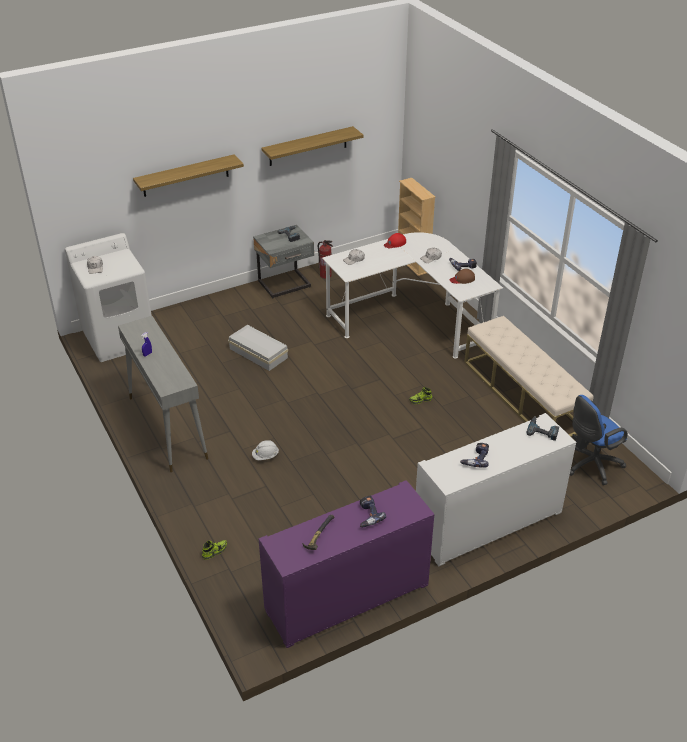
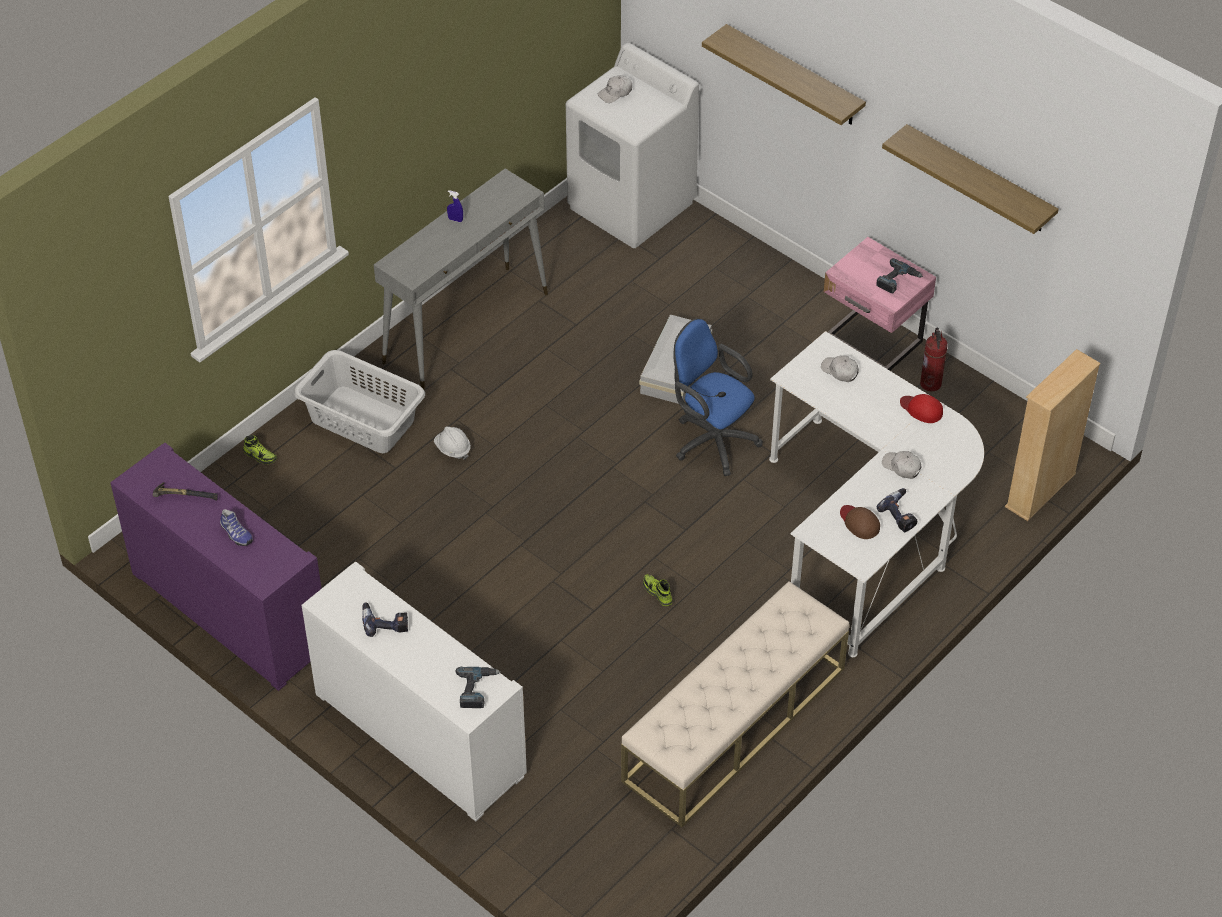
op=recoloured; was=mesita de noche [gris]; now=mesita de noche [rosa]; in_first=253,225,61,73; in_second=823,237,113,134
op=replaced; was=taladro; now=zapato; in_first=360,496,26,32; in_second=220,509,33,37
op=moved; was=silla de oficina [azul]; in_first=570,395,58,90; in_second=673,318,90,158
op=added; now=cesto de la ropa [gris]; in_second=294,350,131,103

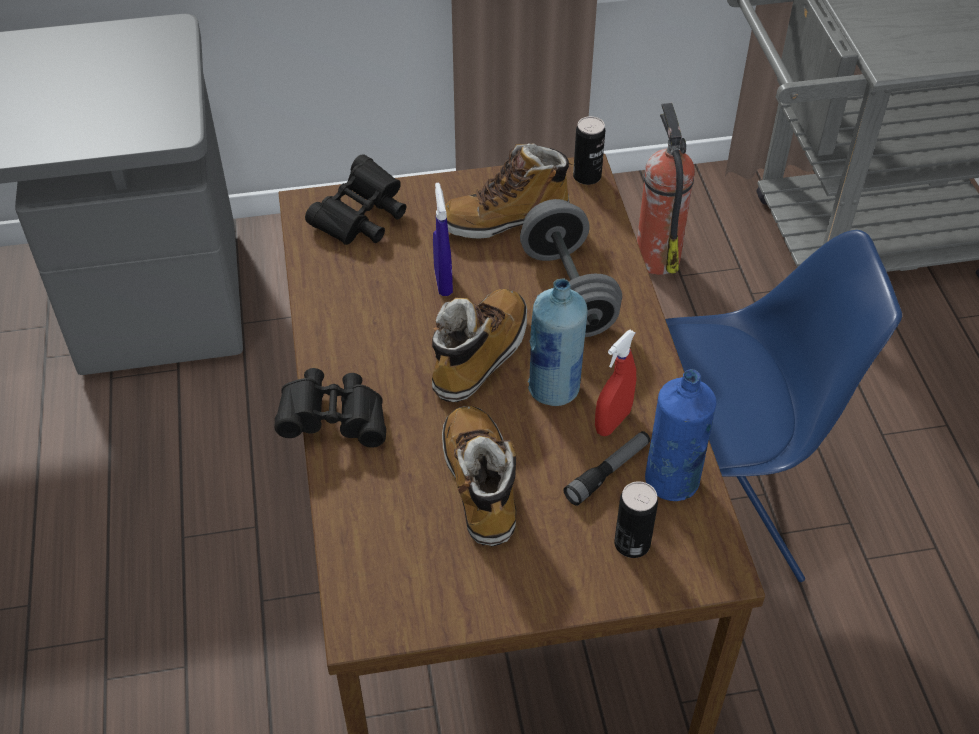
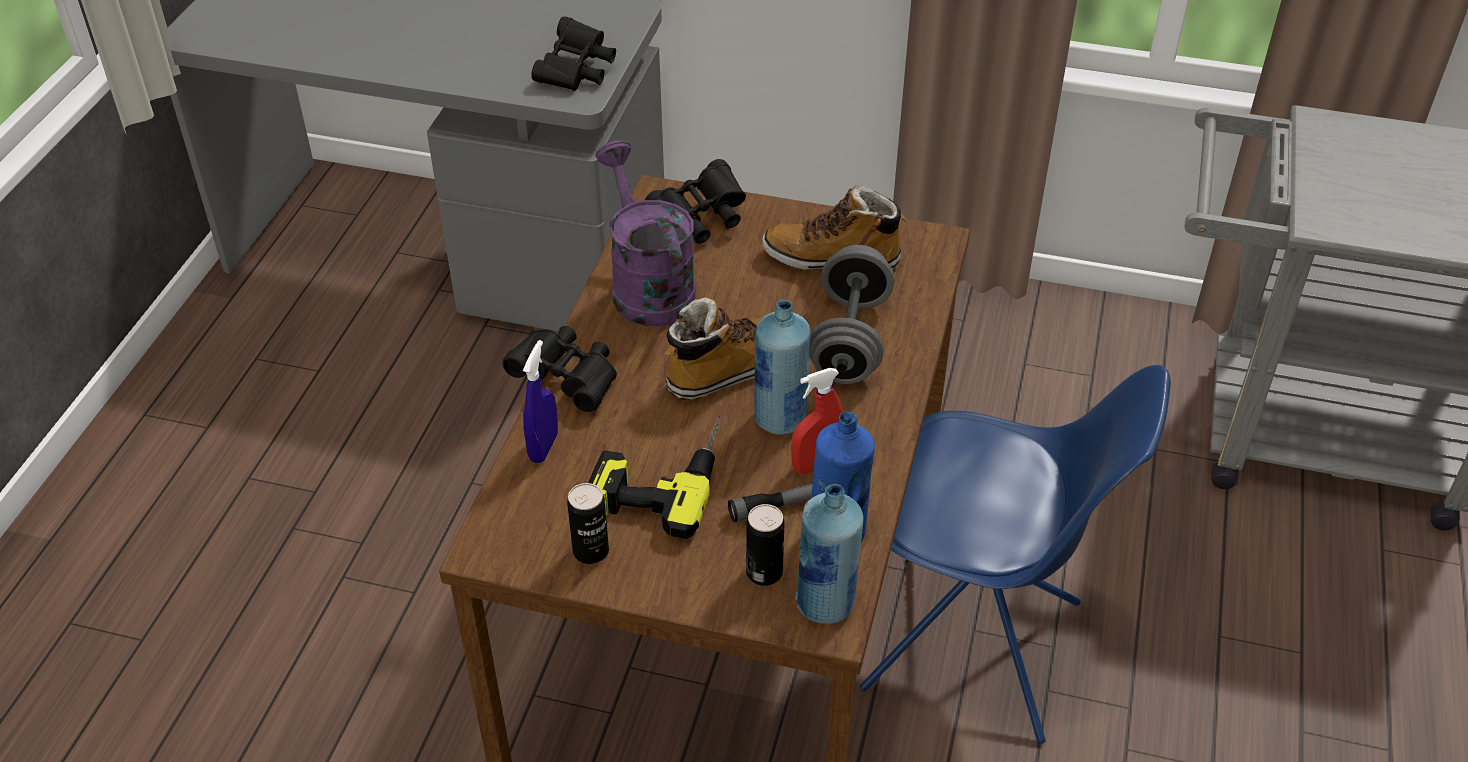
op=moved; was=pulverizador [azul]; in_first=433,183,20,113; in_second=523,340,35,123
op=replaced; was=bota; now=taladro; in_first=442,406,74,141; in_second=589,416,133,123
op=moved; was=lata; in_first=573,116,32,69; in_second=567,483,42,81
op=removed; was=extintor; in_first=637,103,58,172
op=added; now=prismáticos [negro]; in_second=531,16,85,75
op=added; now=regadera [morado]; in_second=596,141,100,185
op=added; now=botella [azul]; in_second=795,484,68,140

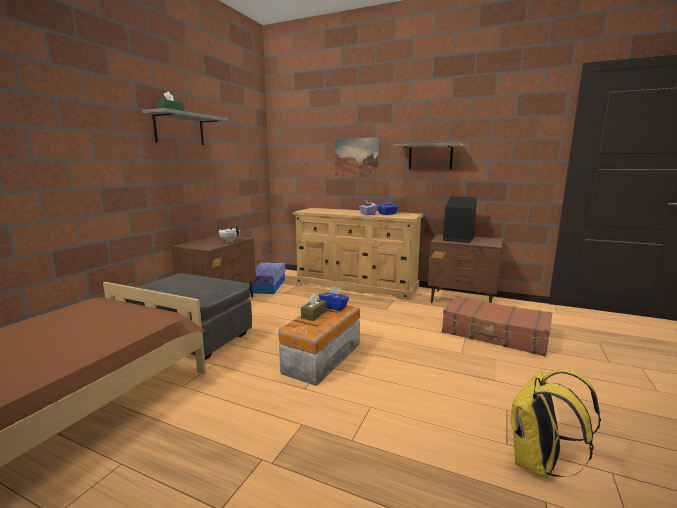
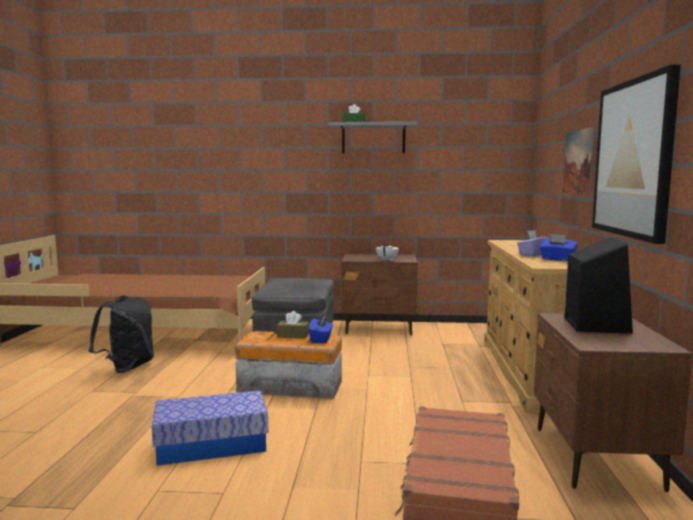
op=moved; was=caja de almacenaje; in_first=251,262,34,32; in_second=152,390,117,76
op=replaced; was=estante; now=cuadro; in_first=394,143,69,26; in_second=592,64,89,180
op=removed; was=mochila [amarillo]; in_first=511,370,90,108
op=added; now=mochila [negro]; in_second=89,295,65,78

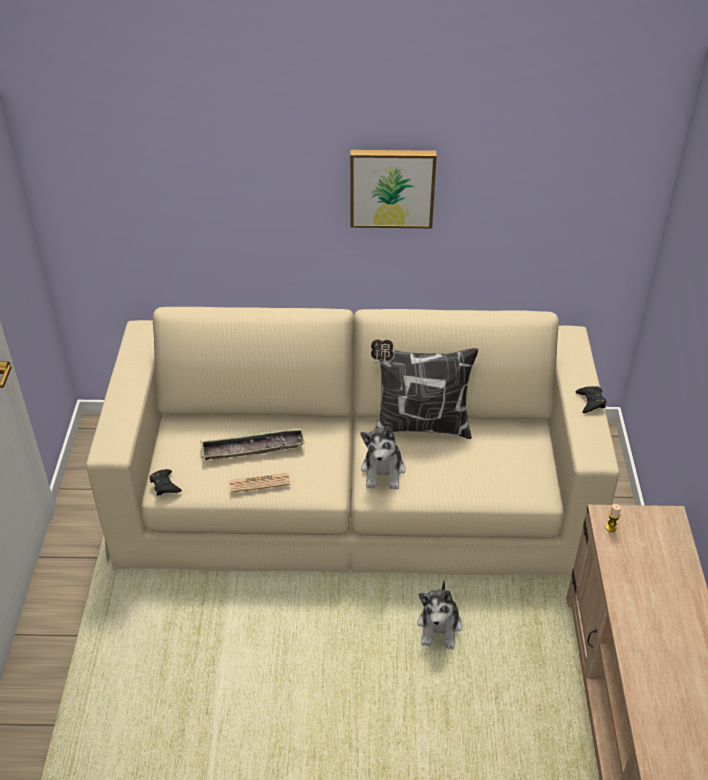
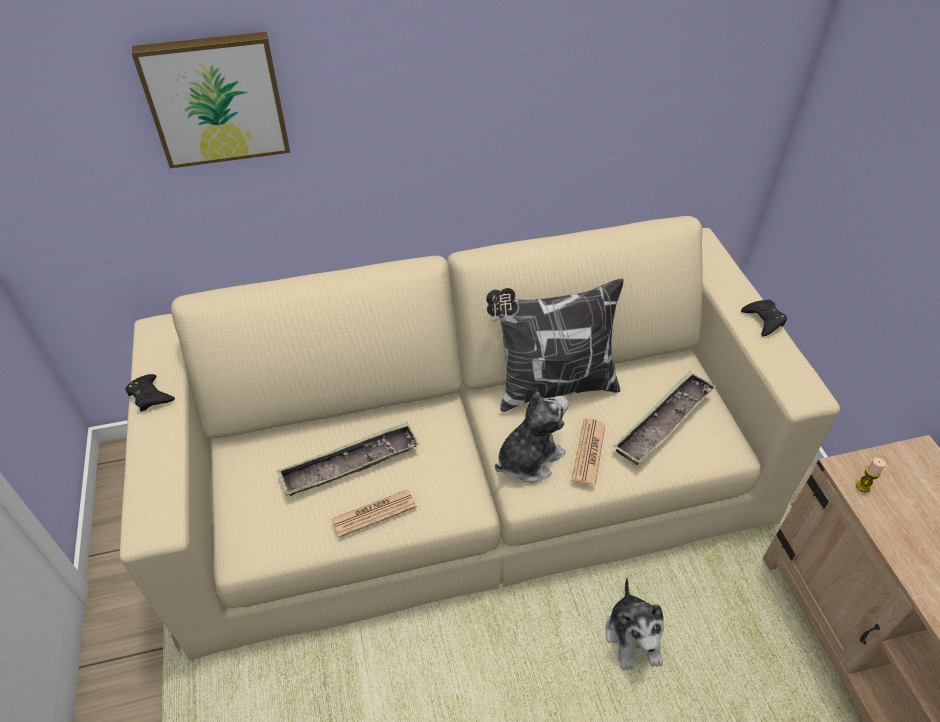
op=moved; was=mando de consola [negro]; in_first=150,469,32,27; in_second=125,374,50,38
op=moved; was=cuadro; in_first=350,150,87,78; in_second=131,32,159,137
op=turned; was=peluche; in_first=361,426,44,64; in_second=495,392,74,91; clockwise=-120
op=added; now=periódico; in_second=572,418,34,68
op=added; now=bandeja; in_second=613,371,103,94

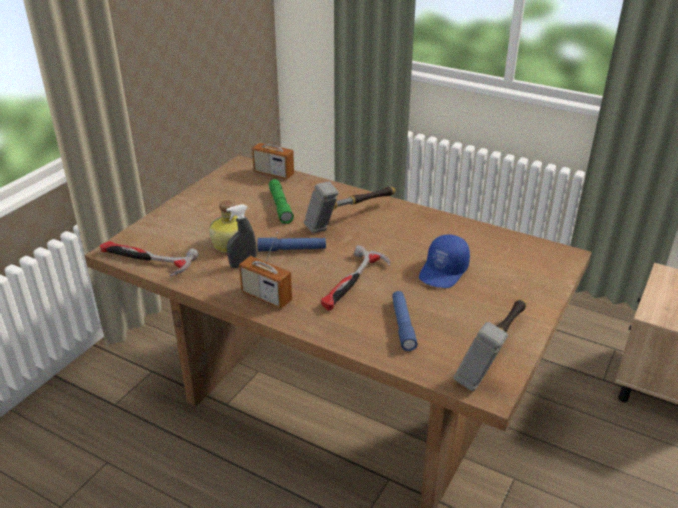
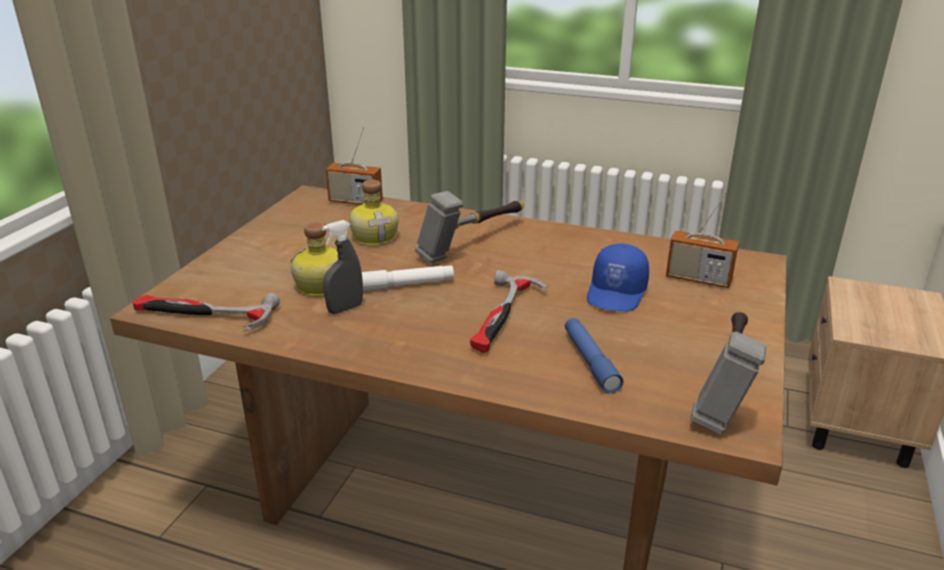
op=moved; was=radio; in_first=239,232,53,77; in_second=666,191,73,97
op=recoloured; was=linterna [azul]; now=linterna [blanco]; in_first=257,238,69,13; in_second=362,265,92,26
op=replaced; was=linterna [verde]; now=botella; in_first=269,179,25,45; in_second=349,180,49,66

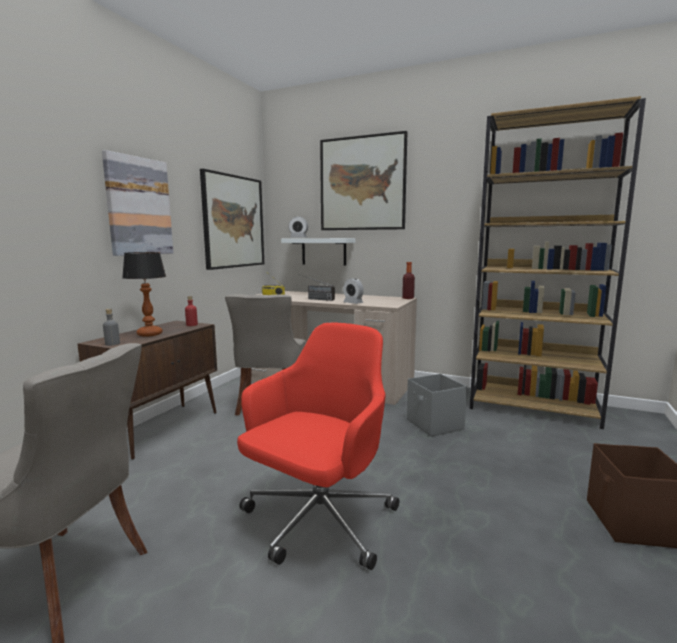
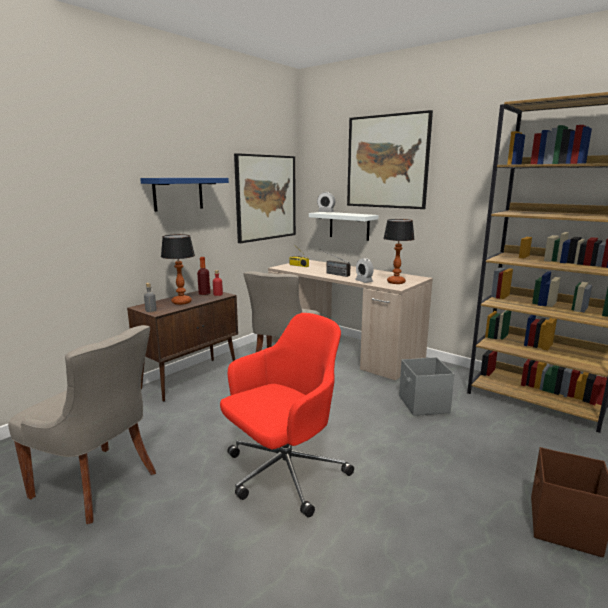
op=replaced; was=cuadro; now=estante [azul]; in_first=102,150,71,106; in_second=140,178,89,34
op=moved; was=botella; in_first=402,262,13,37; in_second=197,257,13,38
op=added; now=lámpara de mesa; in_second=383,219,32,65

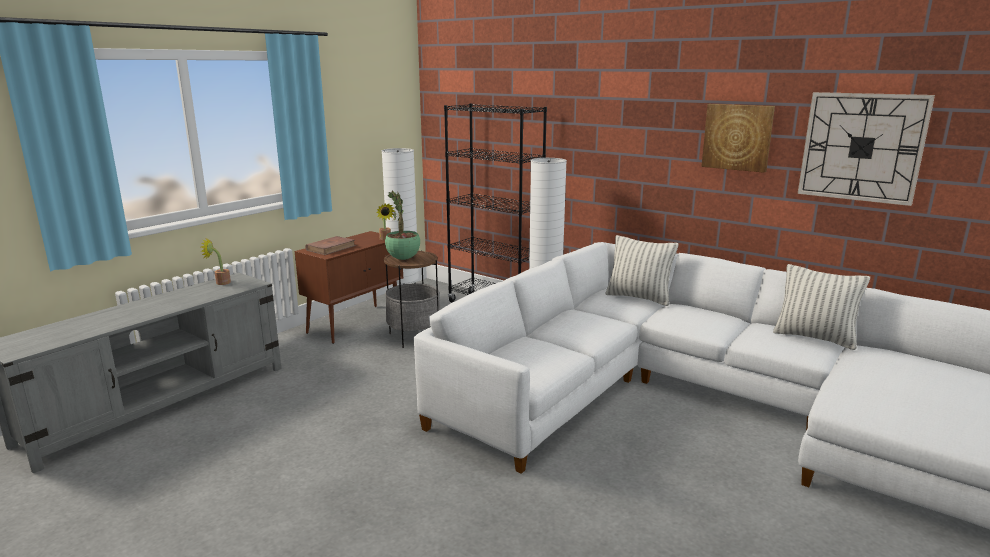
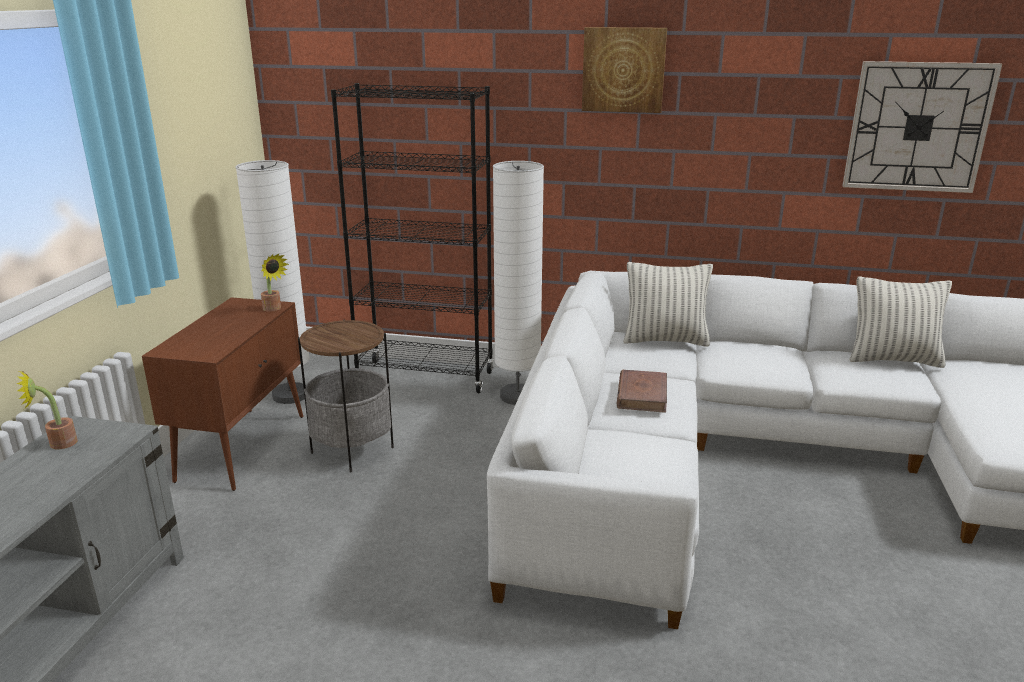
op=moved; was=libro [marrón]; in_first=305,236,51,19; in_second=617,370,50,43
op=removed; was=planta en maceta; in_first=385,191,35,69
op=moved; was=cuadro; in_first=701,104,74,69; in_second=582,27,85,86

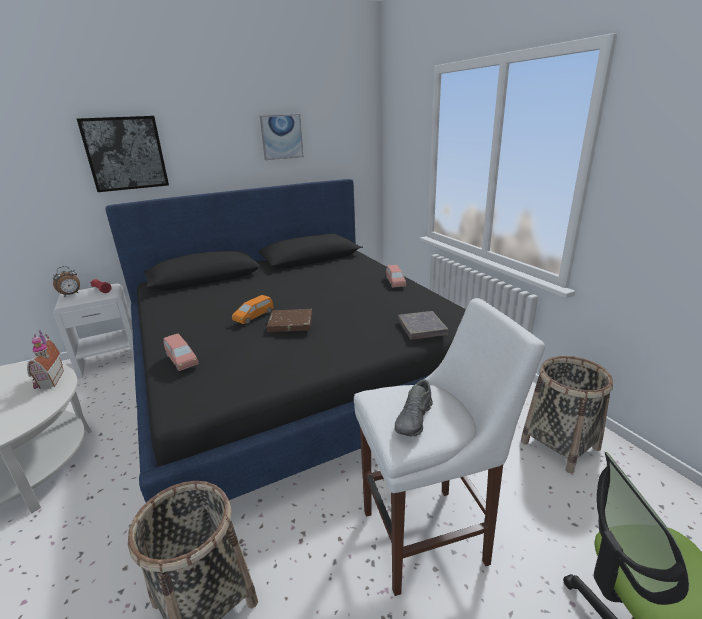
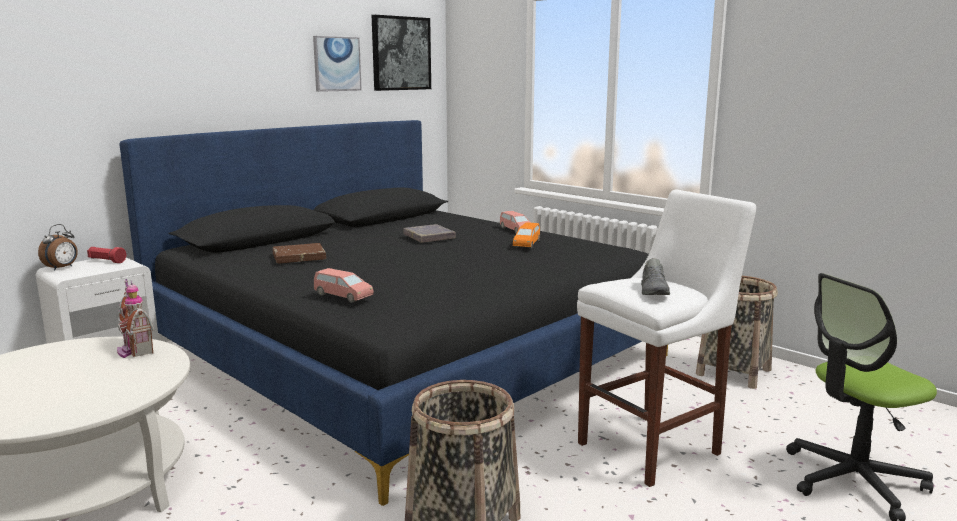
op=moved; was=cuadro; in_first=77,116,92,76; in_second=372,15,59,76
op=moved; was=coche de juguete [naranja]; in_first=232,295,42,29; in_second=513,223,27,25
op=moved; was=libro [marrón]; in_first=267,309,45,23; in_second=273,243,53,21
op=moved; was=libro [gris]; in_first=398,311,50,29; in_second=403,224,53,19

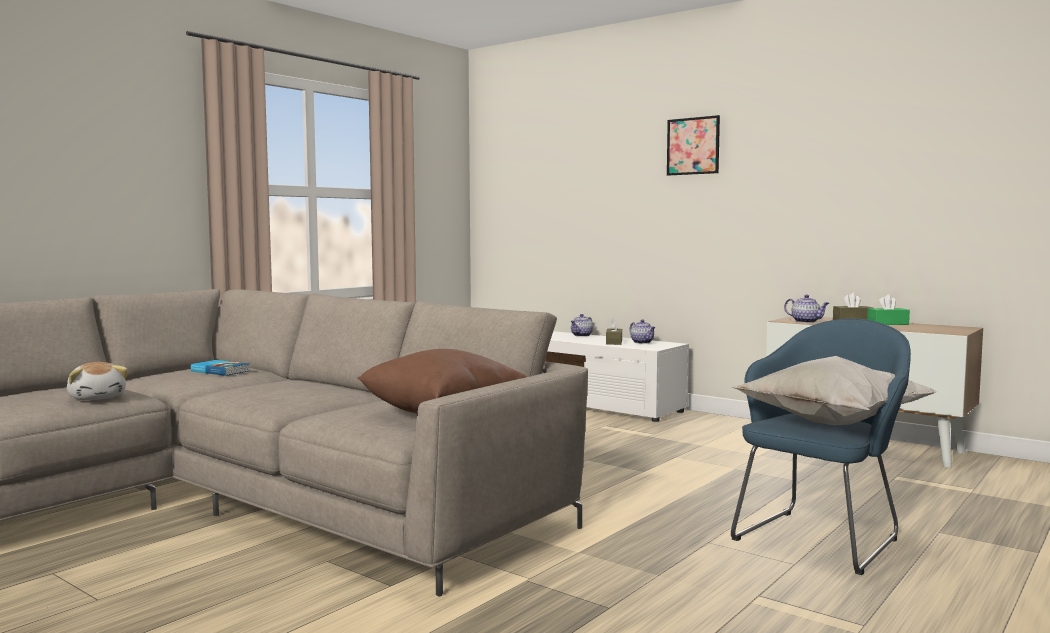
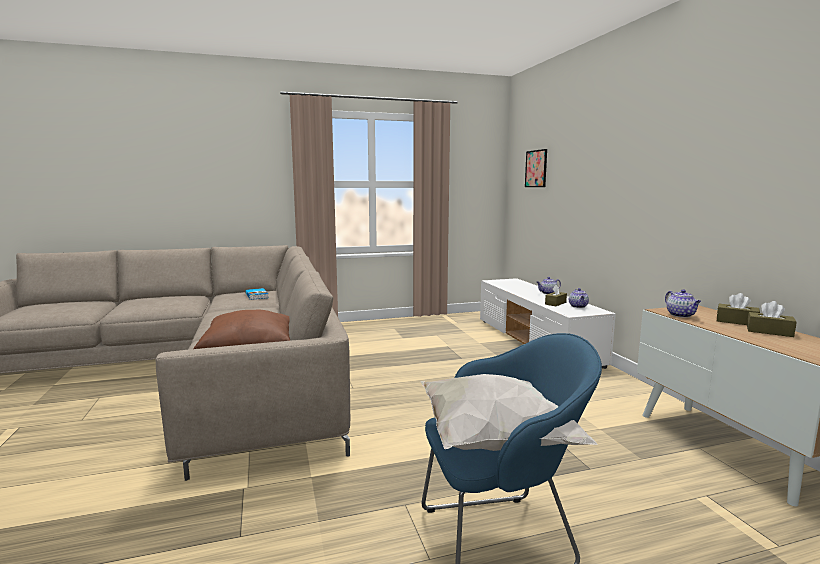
op=removed; was=peluche; in_first=67,362,61,38
op=moved; was=cuadro; in_first=667,115,53,60; in_second=525,149,22,38
op=recoloured; was=caja de pañuelos [verde]; now=caja de pañuelos [marrón]; in_first=867,294,43,31; in_second=747,301,50,36

